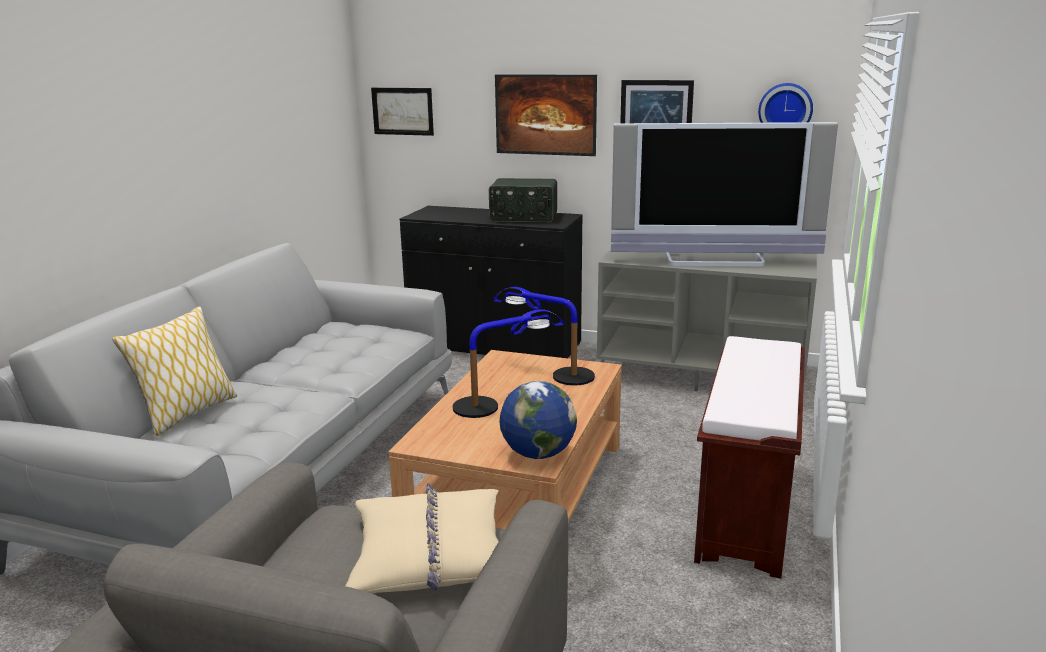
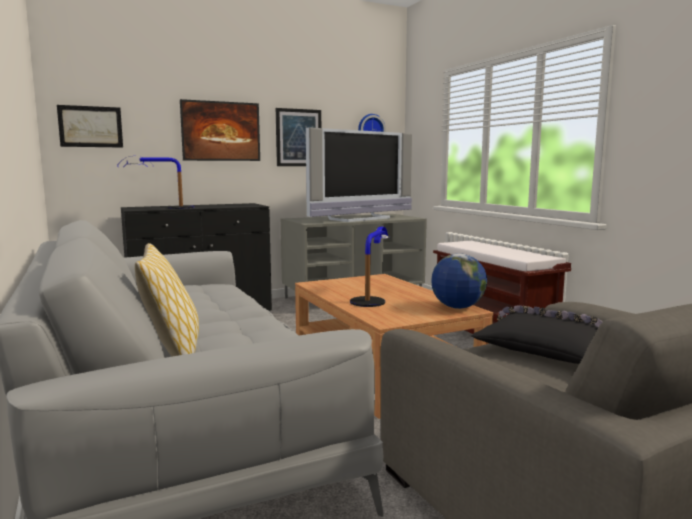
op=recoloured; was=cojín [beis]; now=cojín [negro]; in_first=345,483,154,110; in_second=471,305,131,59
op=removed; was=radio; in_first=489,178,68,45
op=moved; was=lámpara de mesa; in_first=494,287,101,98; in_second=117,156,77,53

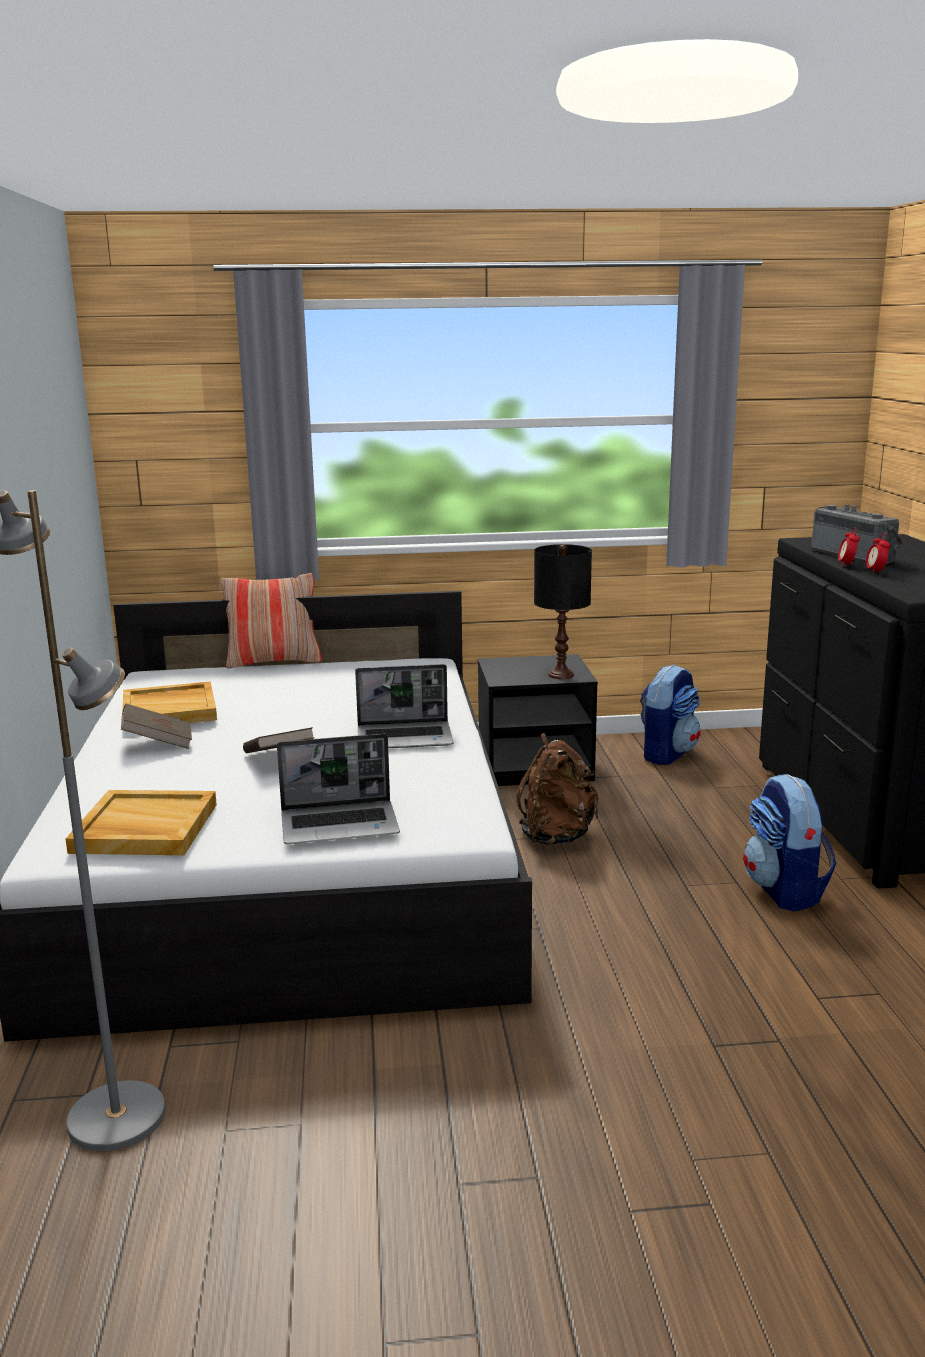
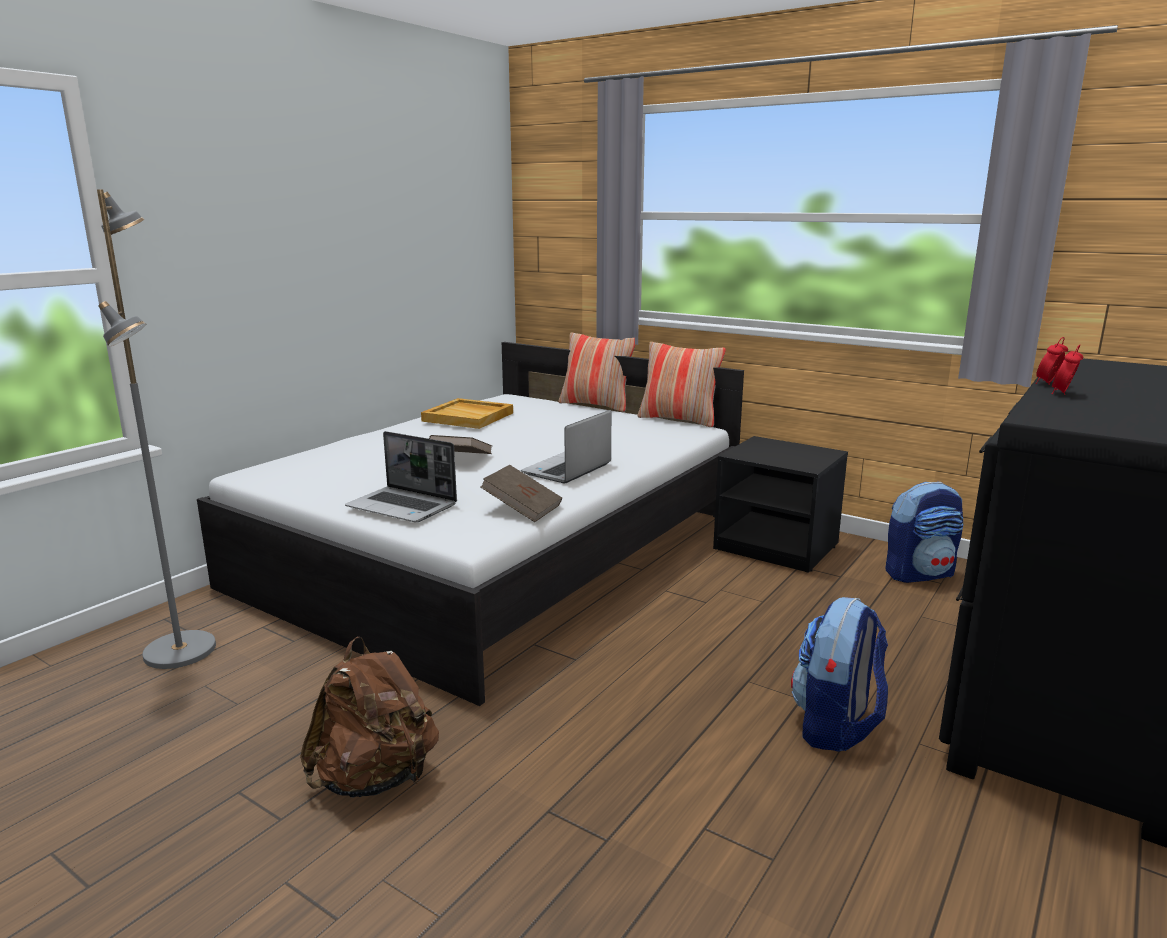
op=removed; was=bandeja [beis]; in_first=65,790,152,65
op=moved; was=libro [marrón]; in_first=121,703,71,46; in_second=480,465,82,57
op=turned; was=portátil; in_first=355,664,98,84; in_second=521,410,90,73; clockwise=90
op=moved; was=mochila [marrón]; in_first=516,733,82,112; in_second=300,637,139,160
op=removed; was=lámpara de mesa [negro]; in_first=534,544,58,135
op=removed; was=radio; in_first=811,504,93,60
op=added; now=cojín; in_second=637,342,89,85

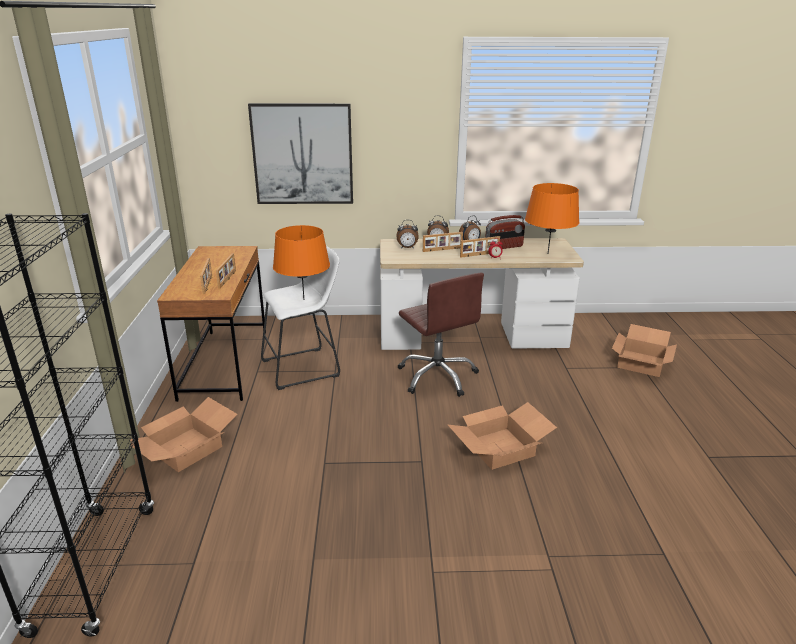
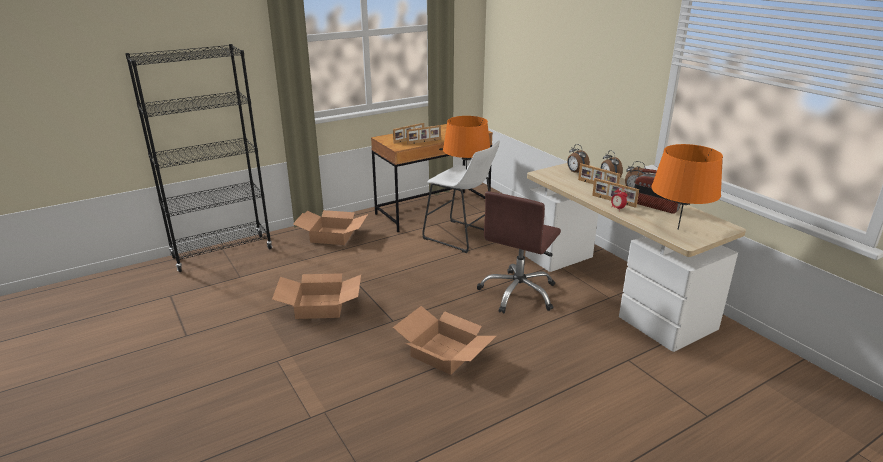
op=removed; was=cuadro; in_first=248,103,105,101
op=moved; was=caja de cartón; in_first=612,324,65,53; in_second=272,273,89,46

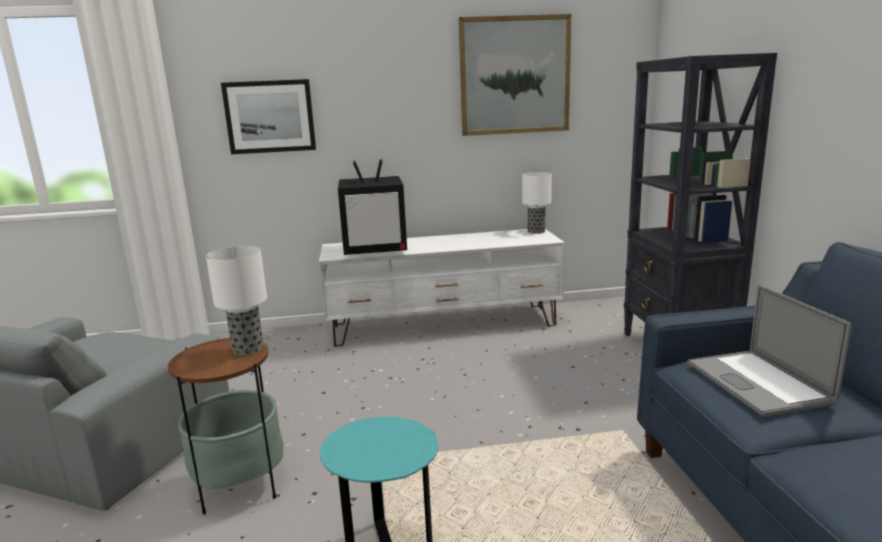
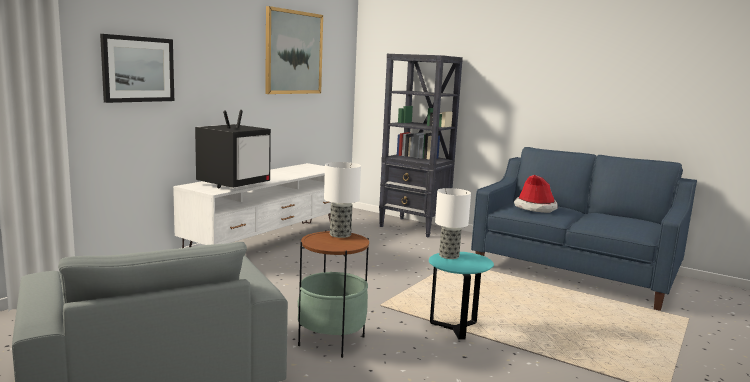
op=moved; was=lámpara de mesa; in_first=522,172,30,62; in_second=435,188,36,71
op=replaced; was=portátil; now=sombrero; in_first=687,285,165,131; in_second=514,175,44,38

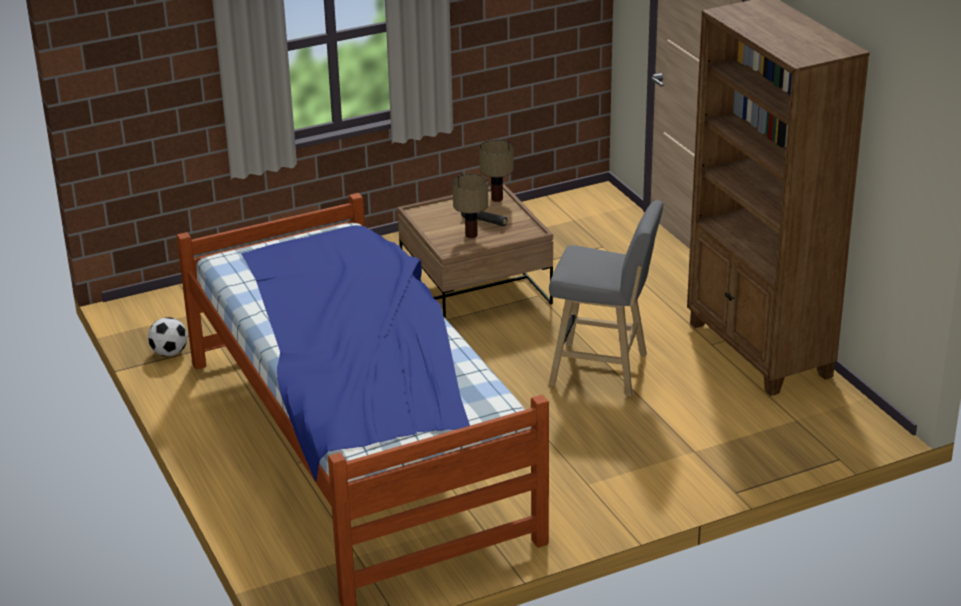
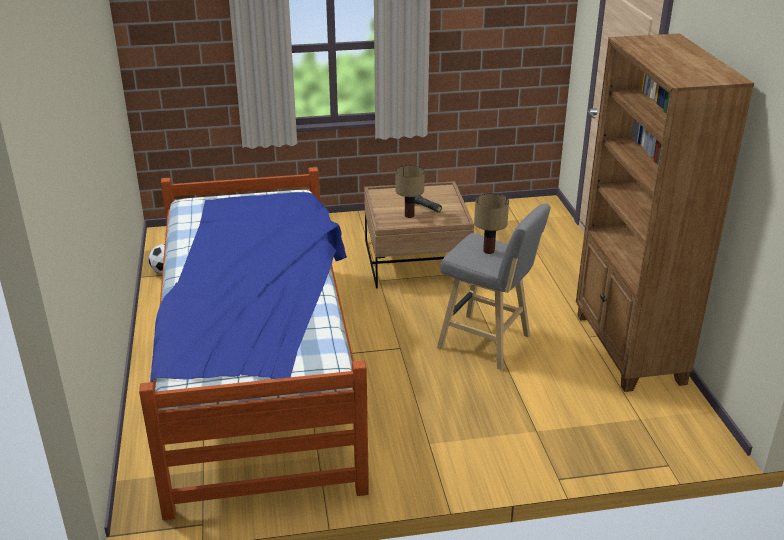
op=moved; was=lámpara de mesa; in_first=479,139,35,63; in_second=474,193,35,61

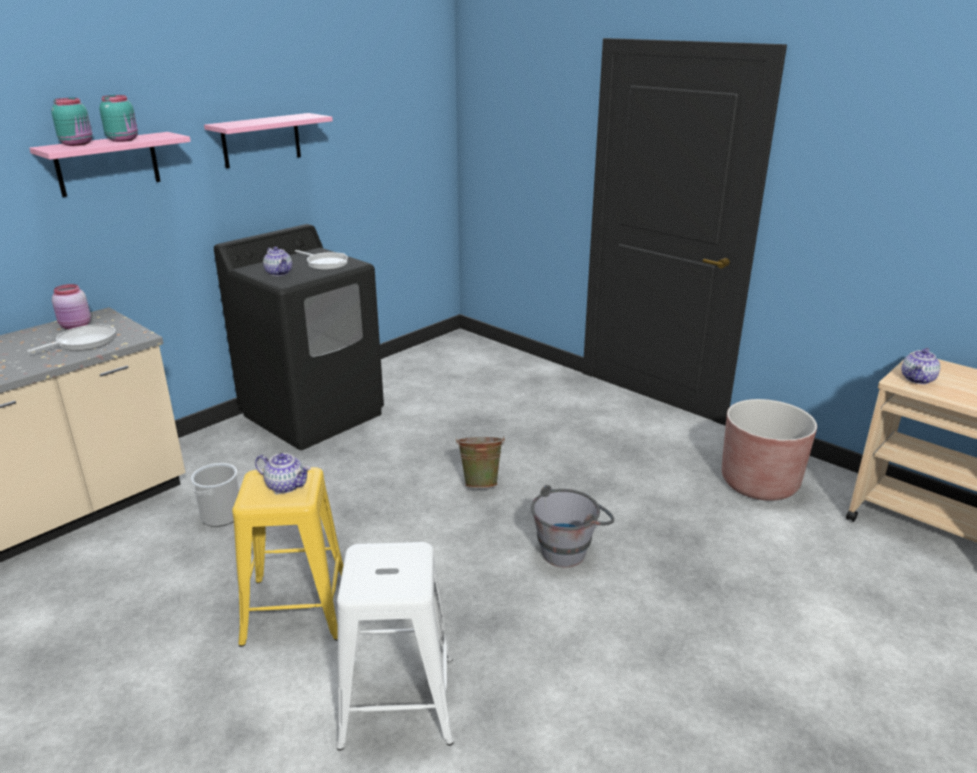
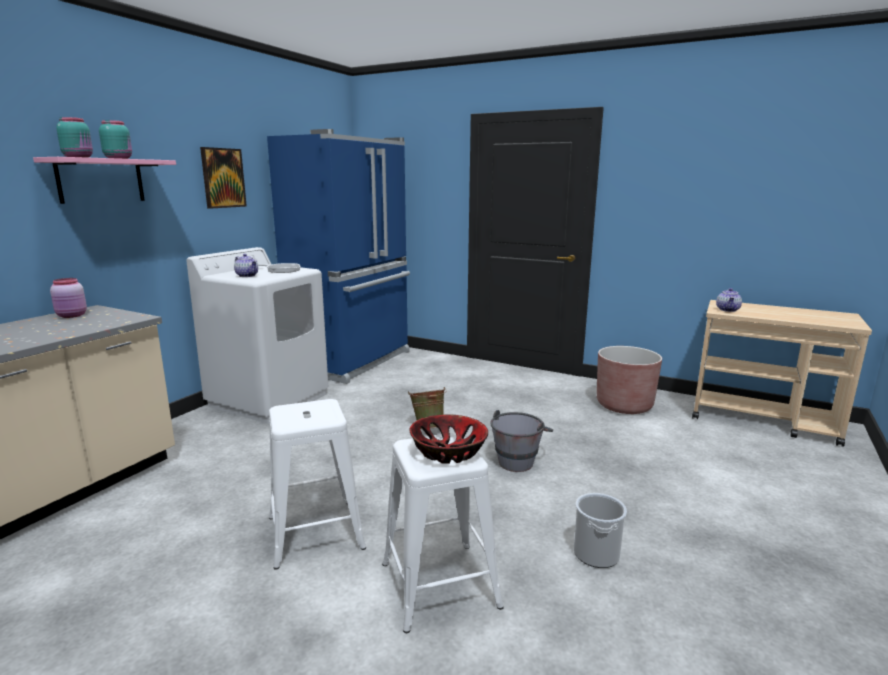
op=removed; was=sartén; in_first=27,324,88,28
op=moved; was=cubo; in_first=191,463,48,64; in_second=573,493,54,75
op=replaced; was=estante [rosa]; now=cuadro; in_first=204,113,129,55; in_second=200,147,47,62
op=recoloured; was=lavadora [negro]; now=lavadora [blanco]; in_first=214,224,170,226; in_second=186,247,143,176
op=recoloured; was=taburete [amarillo]; now=taburete [blanco]; in_first=232,467,111,180; in_second=269,399,97,171
op=removed; was=tetera; in_first=255,453,56,40
op=added; now=nevera [azul]; in_second=267,129,143,255
op=added; now=cuenco; in_second=409,414,79,50

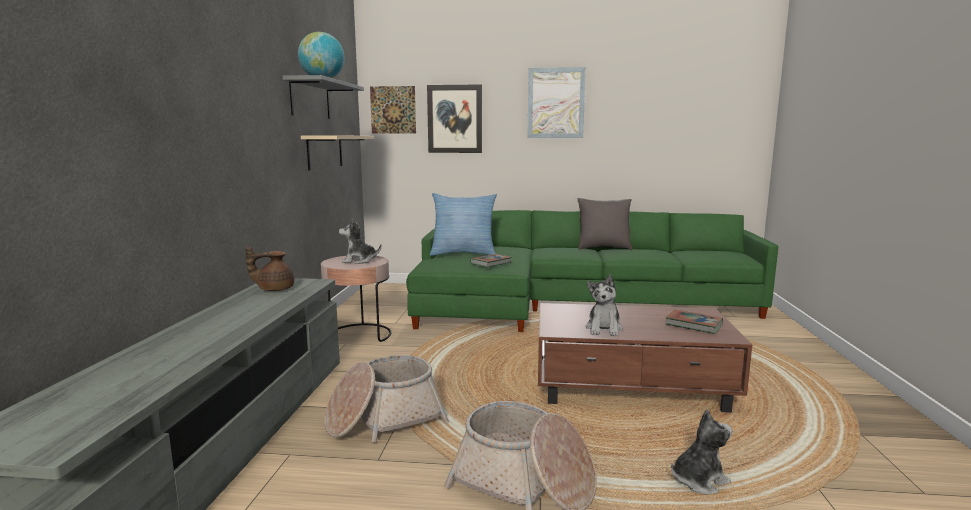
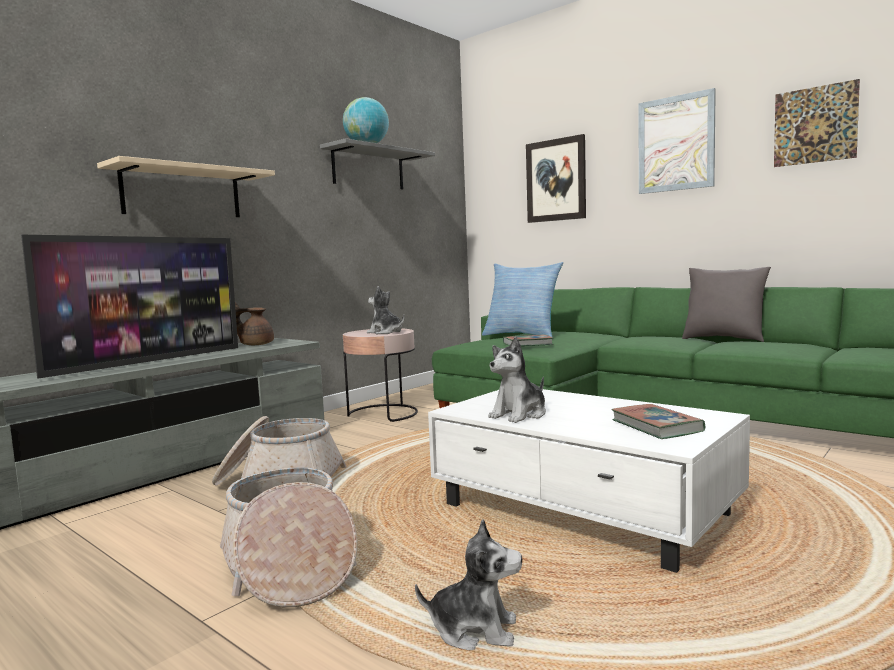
op=moved; was=estante [beis]; in_first=301,135,73,35; in_second=97,156,178,61
op=moved; was=cuadro; in_first=370,86,46,48; in_second=774,79,86,88
op=recoloured; was=mesa de centro [marrón]; now=mesa de centro [blanco]; in_first=538,303,214,110; in_second=428,389,322,184
op=added; now=televisor; in_second=21,235,217,144

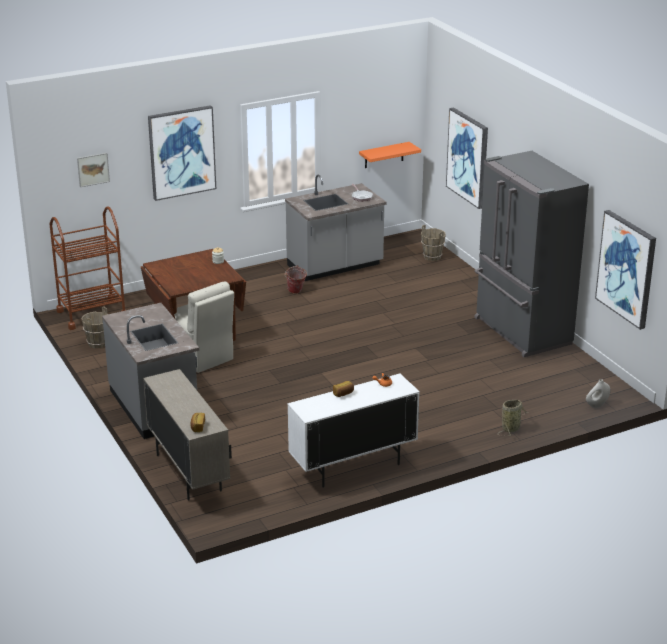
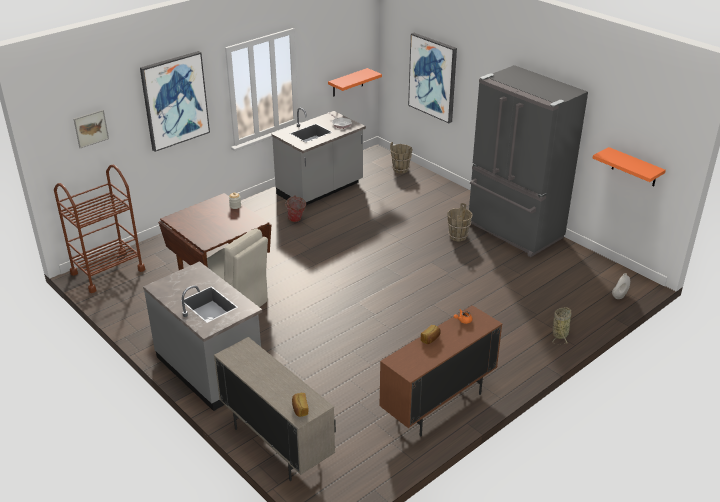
op=moved; was=cubo [marrón]; in_first=81,307,27,41; in_second=447,203,26,39
op=recoloured; was=armario [blanco]; now=armario [marrón]; in_first=288,374,132,114; in_second=379,305,123,132
op=replaced; was=cuadro; now=estante [naranja]; in_first=595,210,61,120; in_second=593,147,73,39

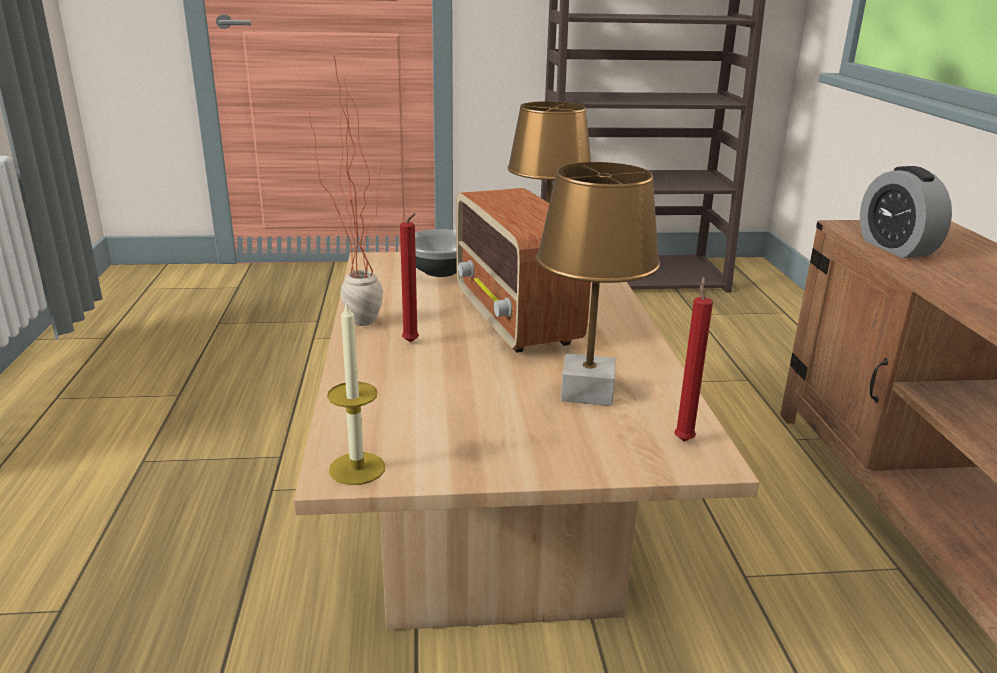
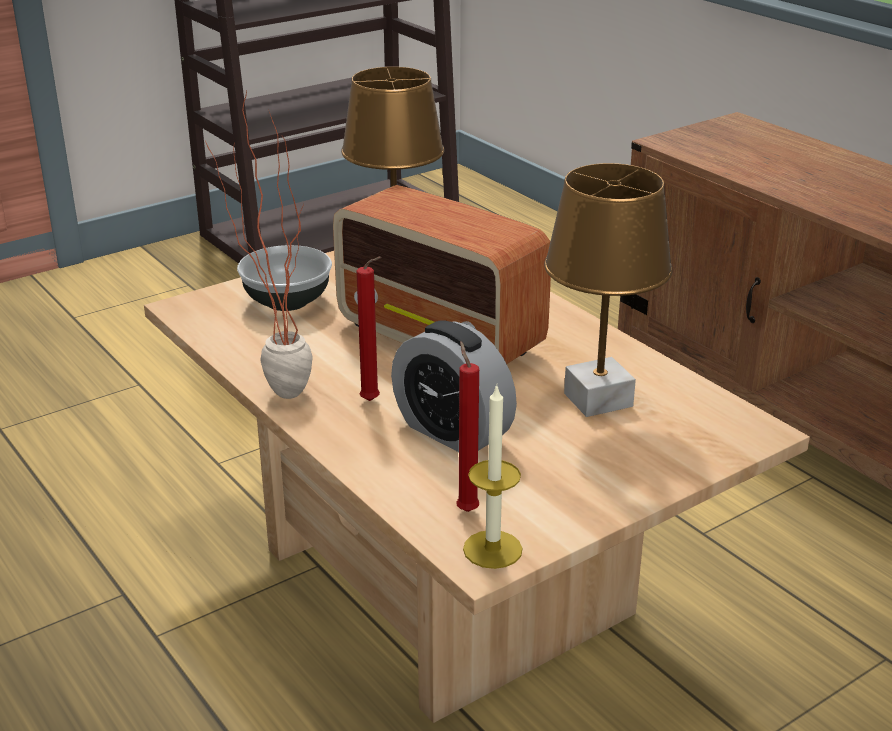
op=moved; was=vela [rojo]; in_first=674,276,39,165; in_second=456,341,23,171
op=moved; was=despertador; in_first=860,166,92,92; in_second=391,320,126,132

